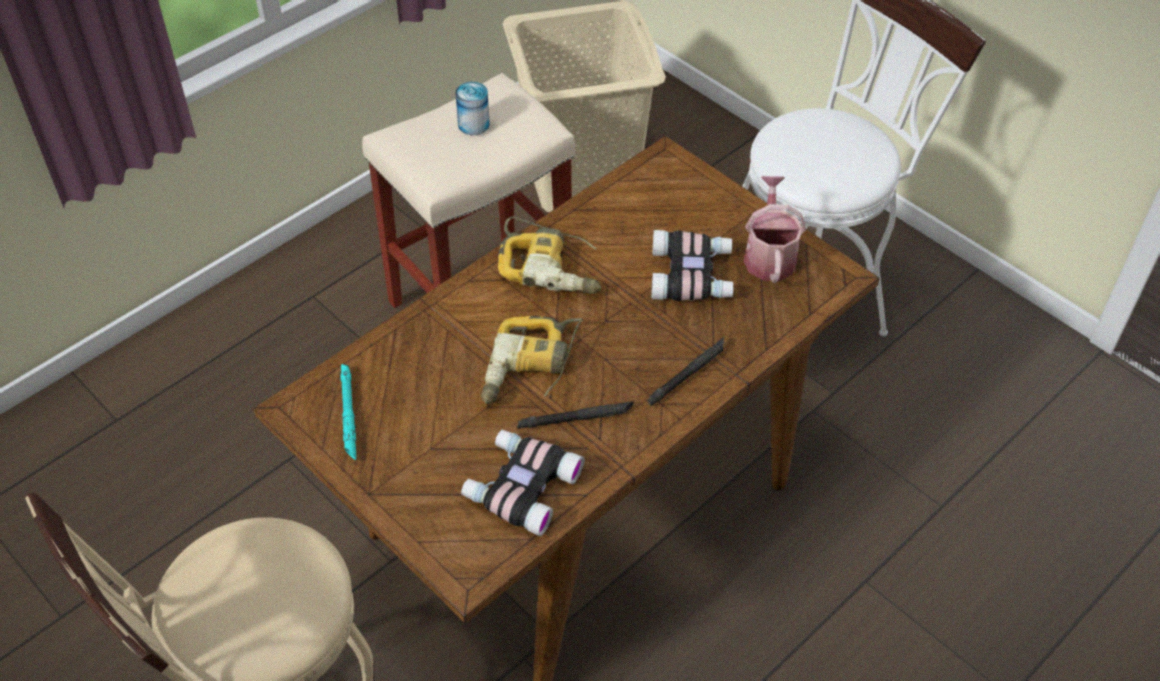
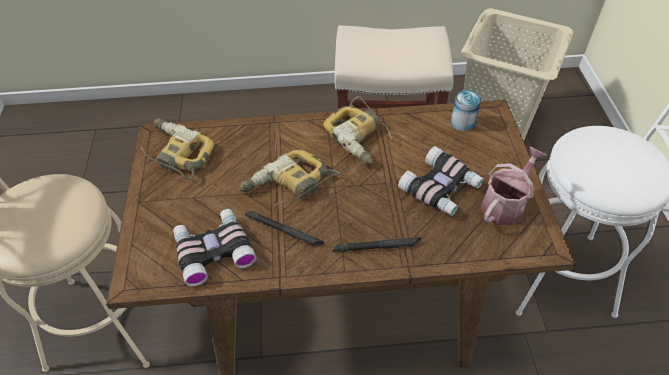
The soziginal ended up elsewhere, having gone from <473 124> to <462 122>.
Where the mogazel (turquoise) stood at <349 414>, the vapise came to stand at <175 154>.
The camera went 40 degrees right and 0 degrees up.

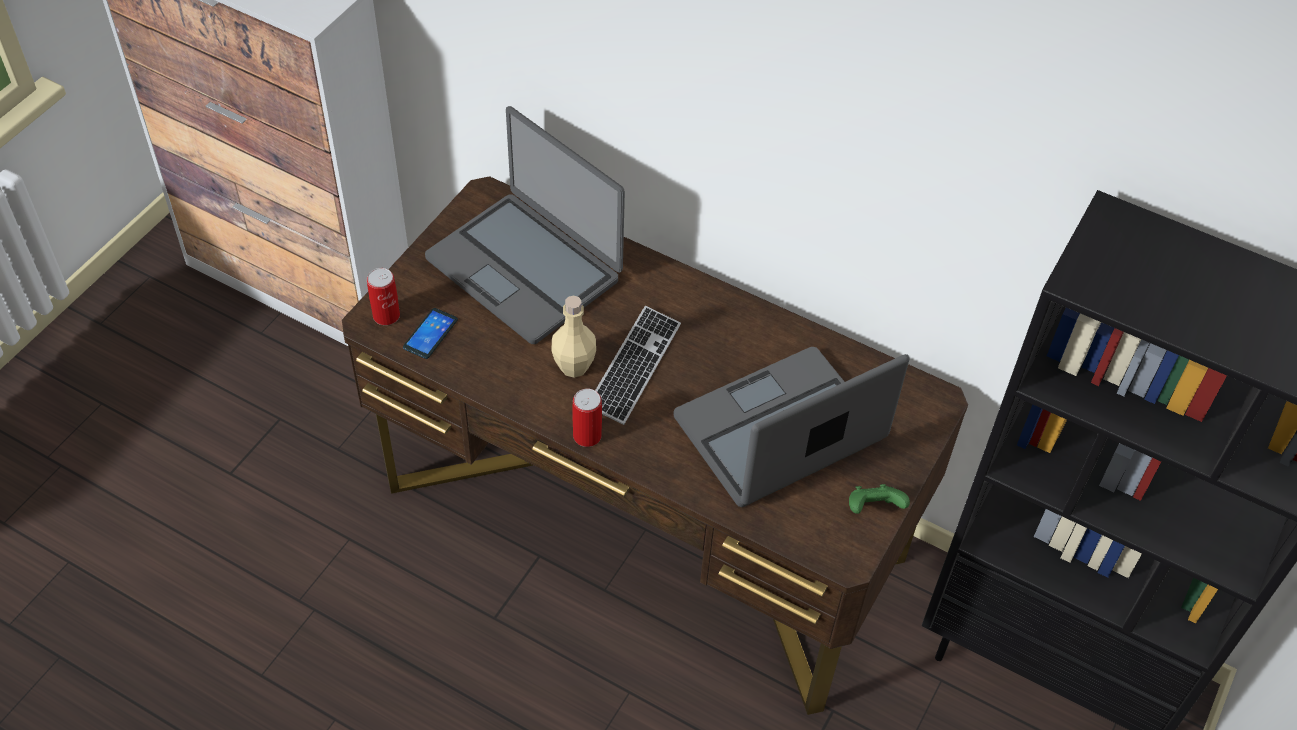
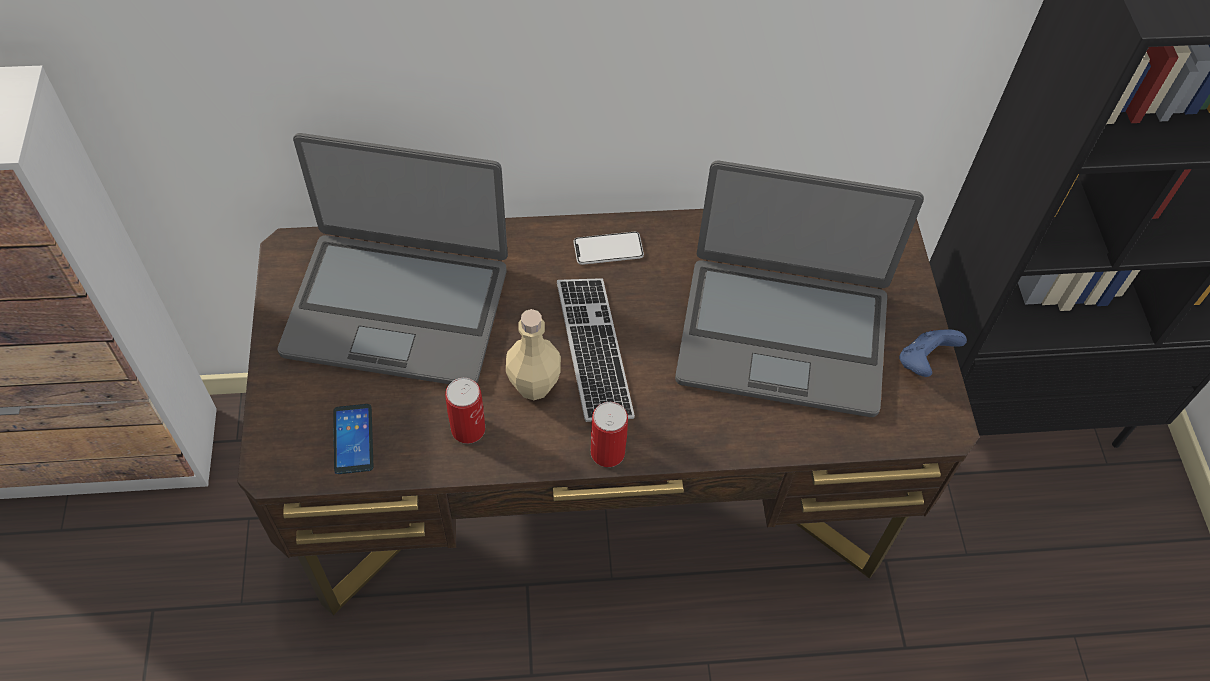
The soziginal ended up elsewhere, having gone from <386 315> to <468 429>.
The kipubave at <780 431> ended up facing another way, 105 degrees counterclockwise from before.
What was the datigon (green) at <873 509> turned into the datigon (blue) at <924 362>.
The second view gained the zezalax at <608 249>.
The camera went 35 degrees left and 5 degrees up.

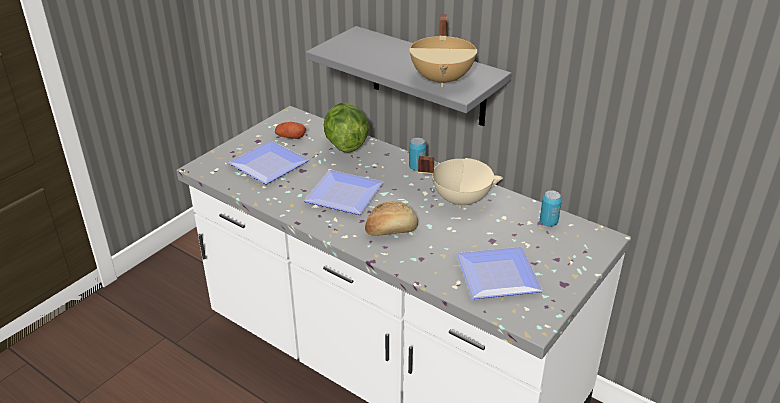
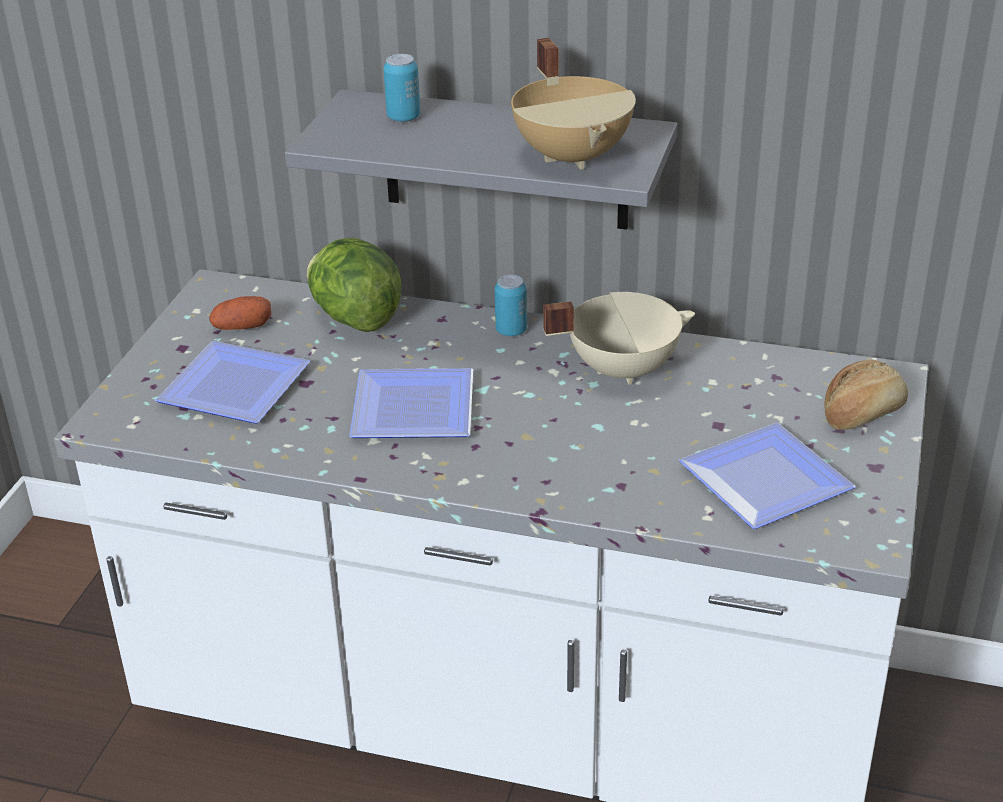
The soziginal ended up elsewhere, having gone from <548 222> to <403 117>.
The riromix ended up elsewhere, having gone from <391 230> to <862 414>.
The camera went 20 degrees left and 0 degrees up.

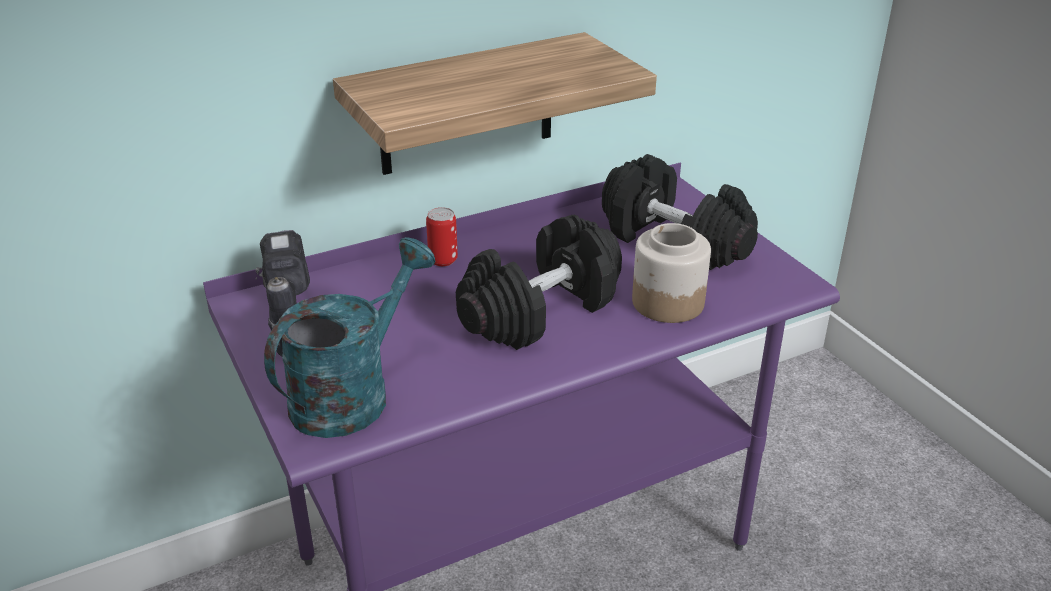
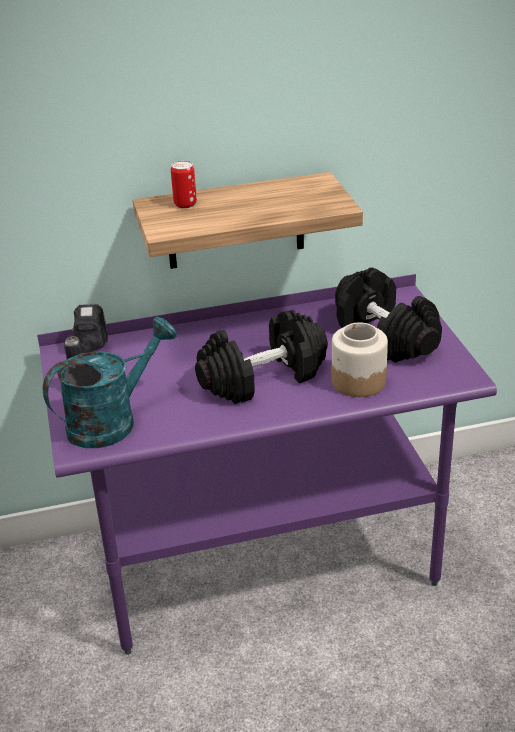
The soziginal ended up elsewhere, having gone from <443 260> to <185 204>.
The camera went 15 degrees right and 0 degrees up.

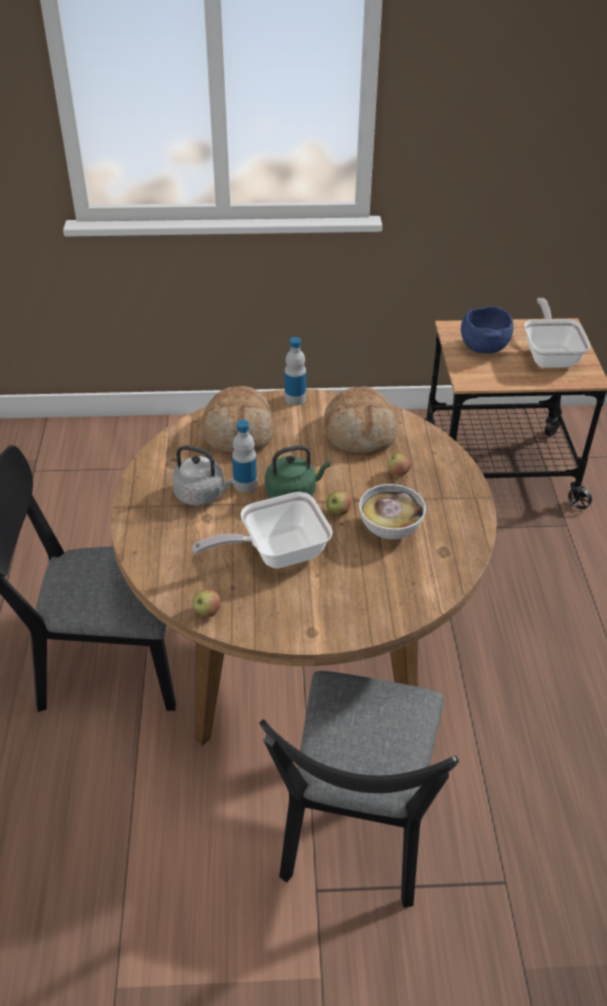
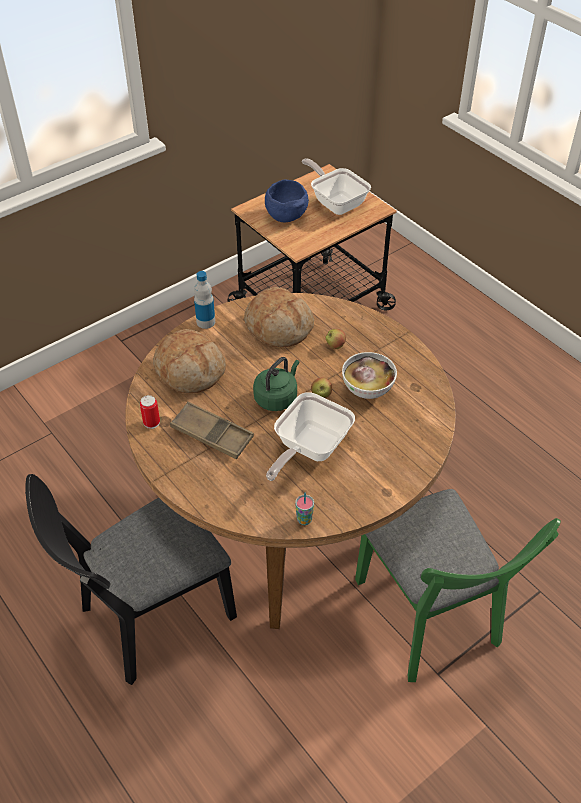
The second view lost the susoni at <245 484>.
Where the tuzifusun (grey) stood at <202 495>, the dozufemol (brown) came to stand at <212 434>.
Where the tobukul stood at <207 612>, the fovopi came to stand at <304 520>.
What was the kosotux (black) at <355 835> turned into the kosotux (green) at <431 621>.
The second view gained the soziginal at <151 422>.
The camera went 35 degrees left and 5 degrees up.

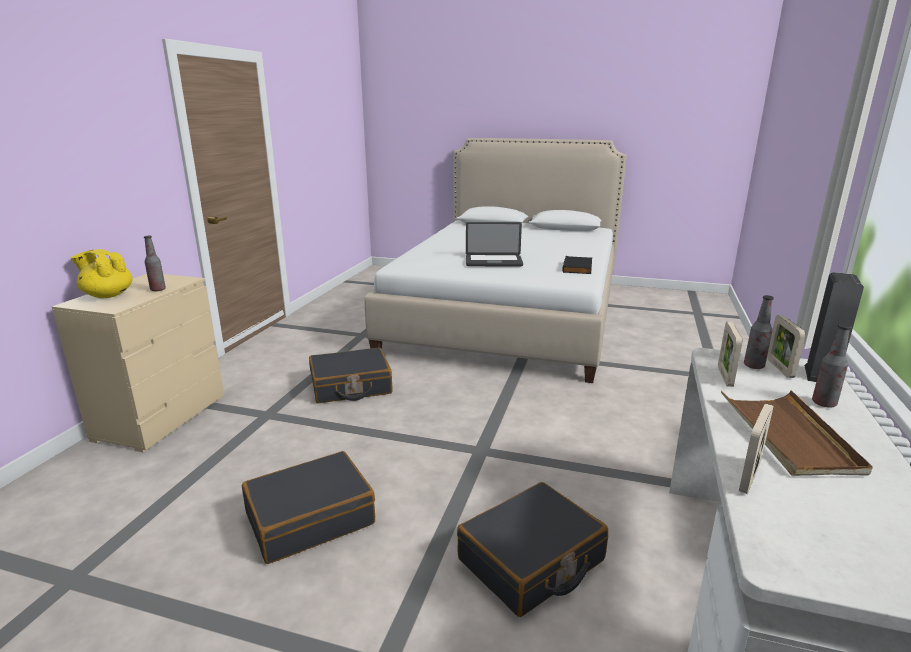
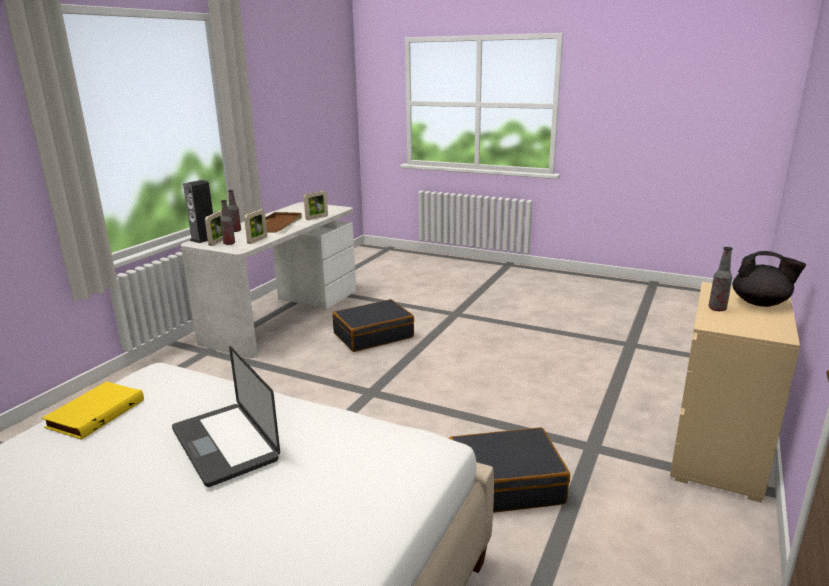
The kipubave at <493 262> ended up facing another way, 135 degrees counterclockwise from before.
What was the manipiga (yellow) at <107 295> turned into the manipiga (black) at <760 303>.
What was the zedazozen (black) at <578 268> turned into the zedazozen (yellow) at <95 413>.
The second view lost the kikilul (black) at <310 518>.
The camera went 170 degrees left and 0 degrees up.

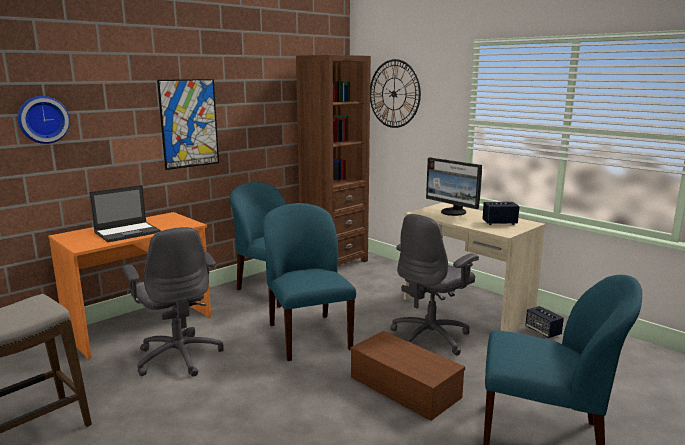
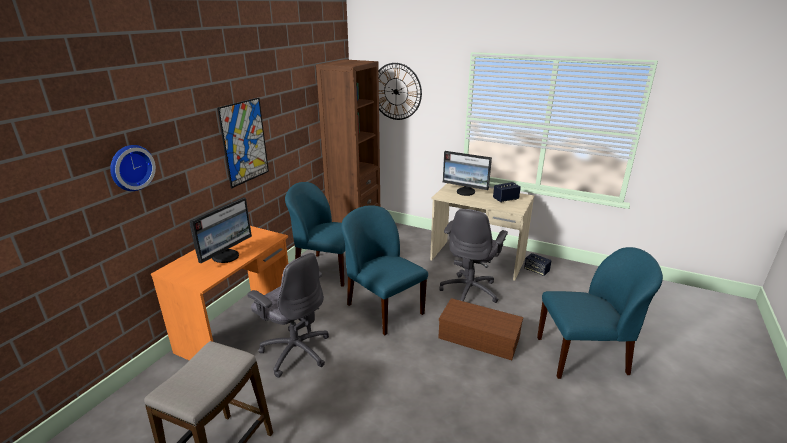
Where the kipubave stood at <128 232>, the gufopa came to stand at <226 256>.
The camera went 20 degrees left and 10 degrees up.

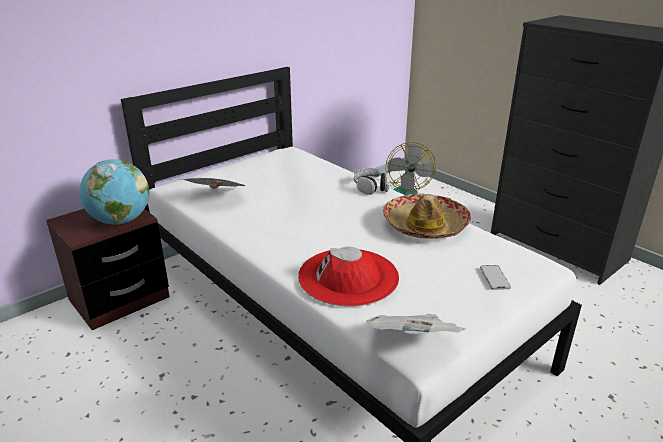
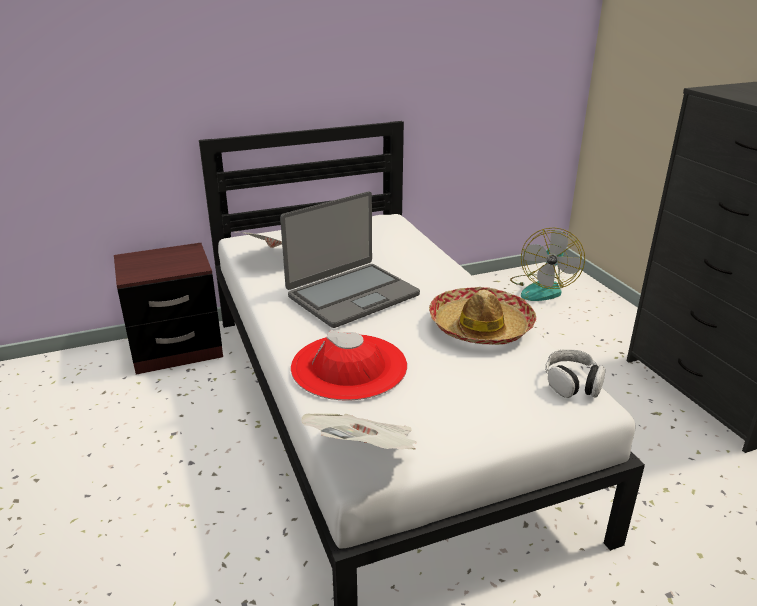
The second view lost the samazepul at <120 221>.
The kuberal ended up elsewhere, having gone from <371 187> to <573 383>.
The second view lost the zezalax at <494 278>.
The second view gained the kipubave at <352 295>.
The camera went 20 degrees right and 0 degrees up.

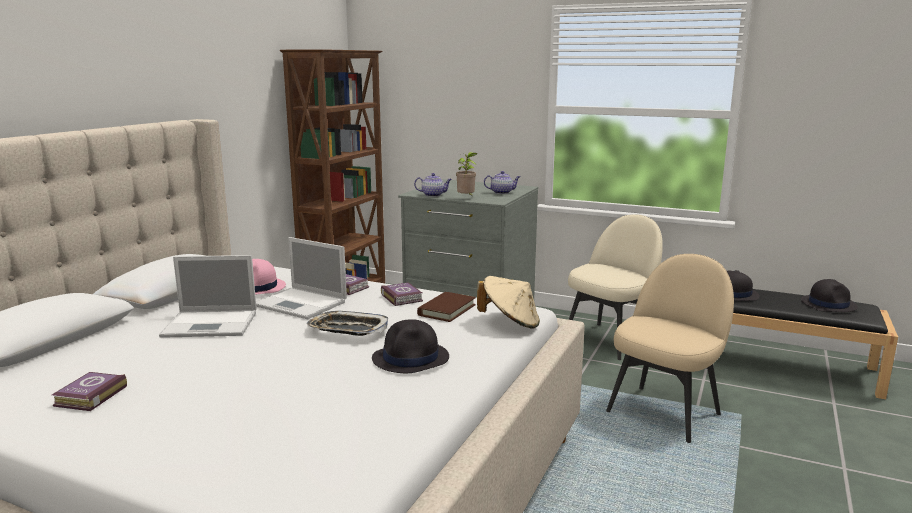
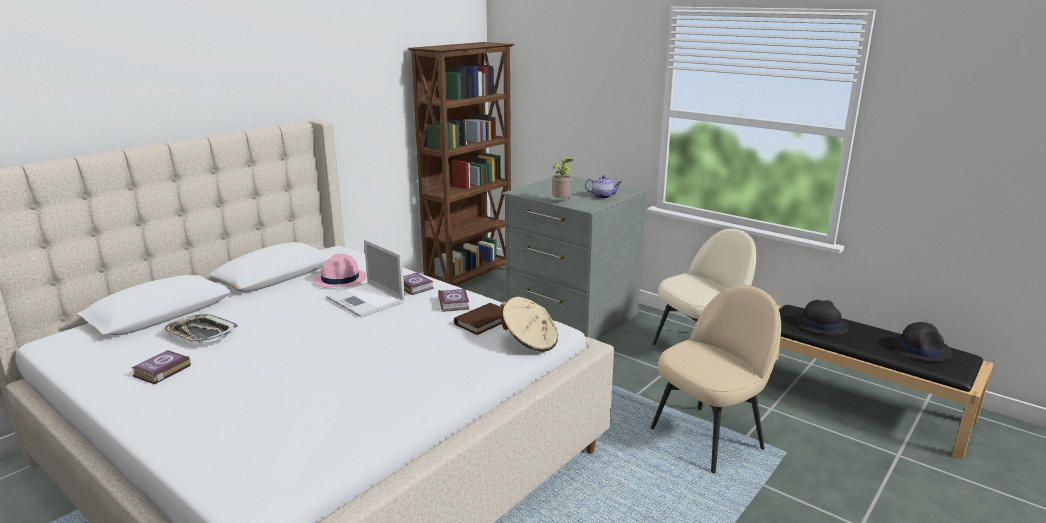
The second view lost the manipiga at <433 195>.
The second view lost the kipubave at <212 324>.
The dozufemol ended up elsewhere, having gone from <348 329> to <201 334>.
The second view lost the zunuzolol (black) at <411 358>.
The camera went 15 degrees right and 5 degrees up.

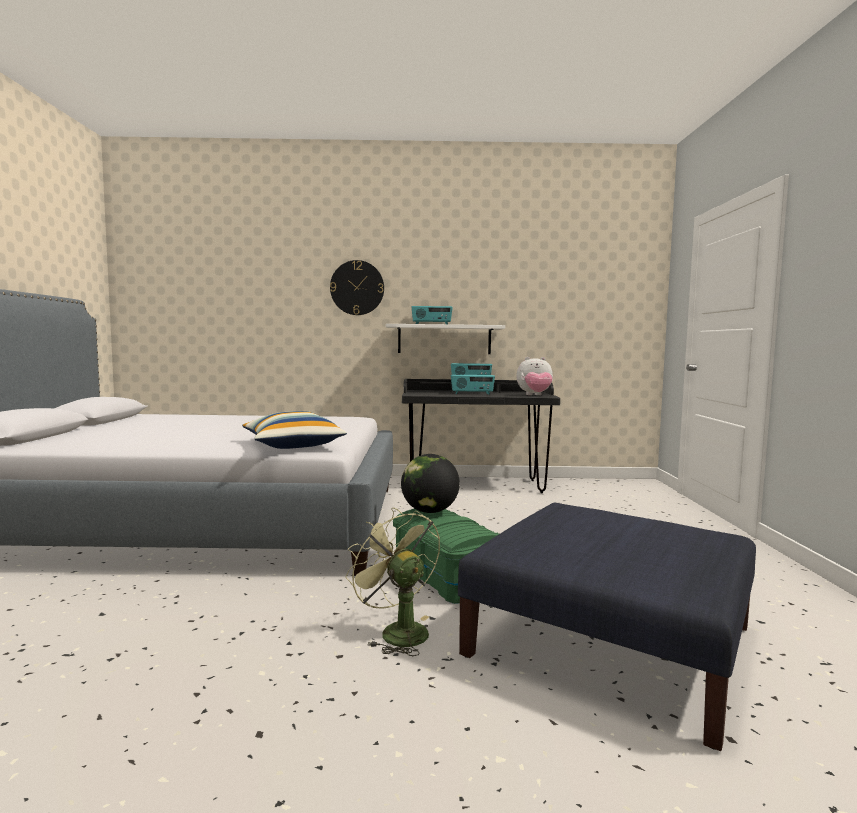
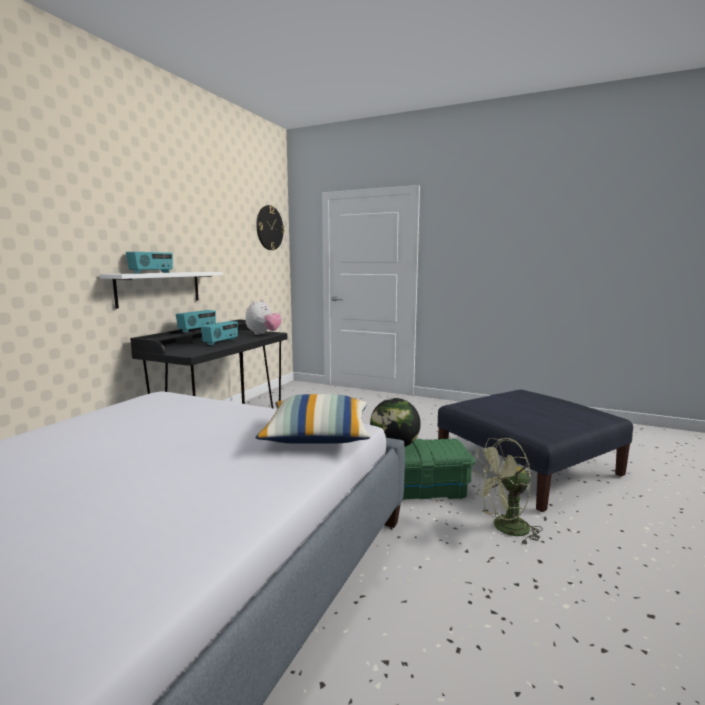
The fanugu ended up elsewhere, having gone from <357 288> to <269 228>.
The camera went 65 degrees left and 5 degrees up.

